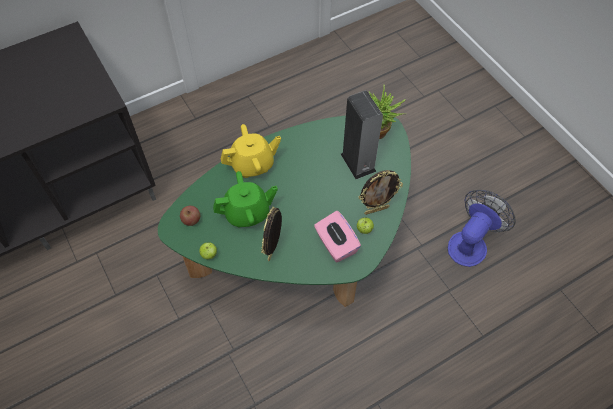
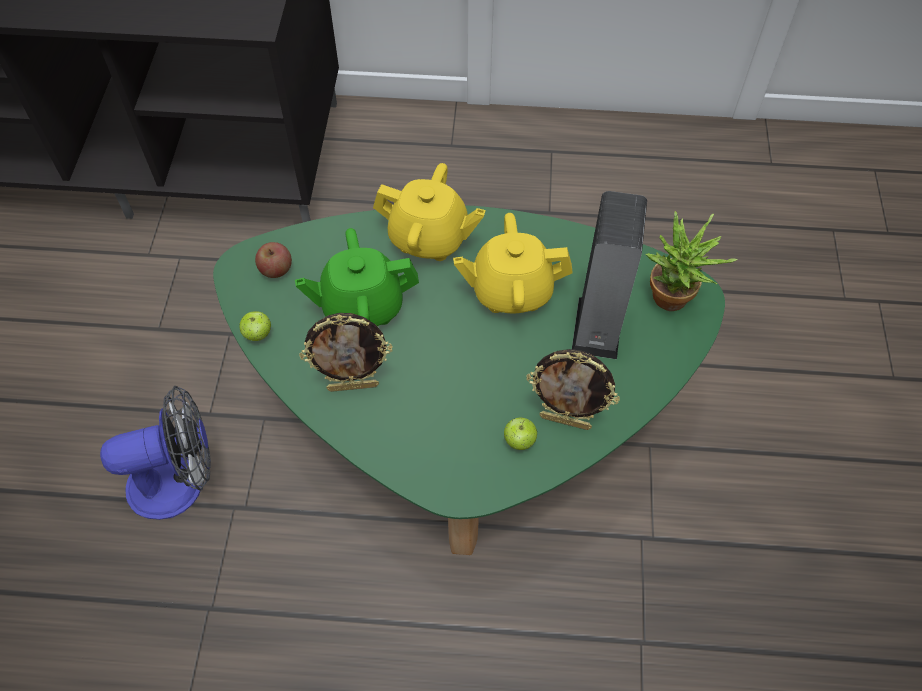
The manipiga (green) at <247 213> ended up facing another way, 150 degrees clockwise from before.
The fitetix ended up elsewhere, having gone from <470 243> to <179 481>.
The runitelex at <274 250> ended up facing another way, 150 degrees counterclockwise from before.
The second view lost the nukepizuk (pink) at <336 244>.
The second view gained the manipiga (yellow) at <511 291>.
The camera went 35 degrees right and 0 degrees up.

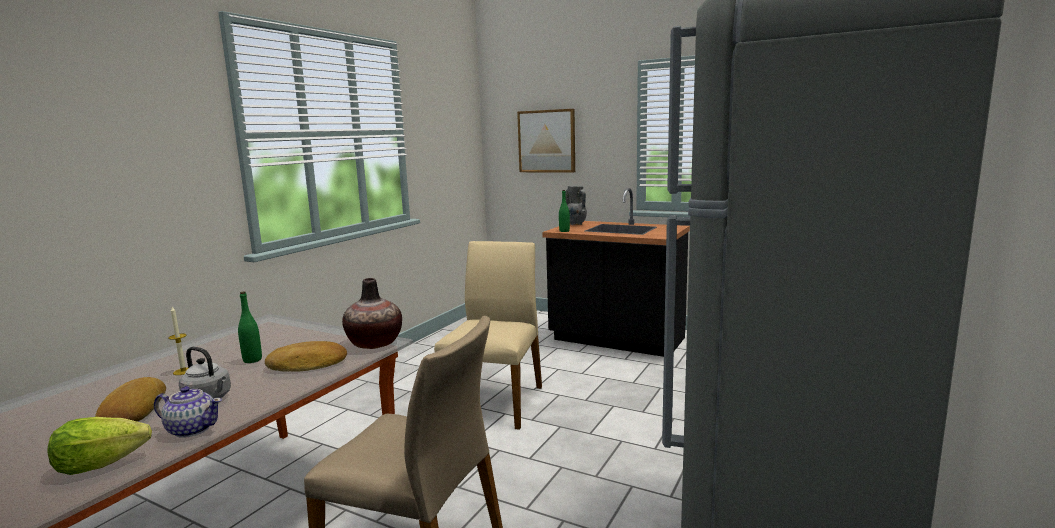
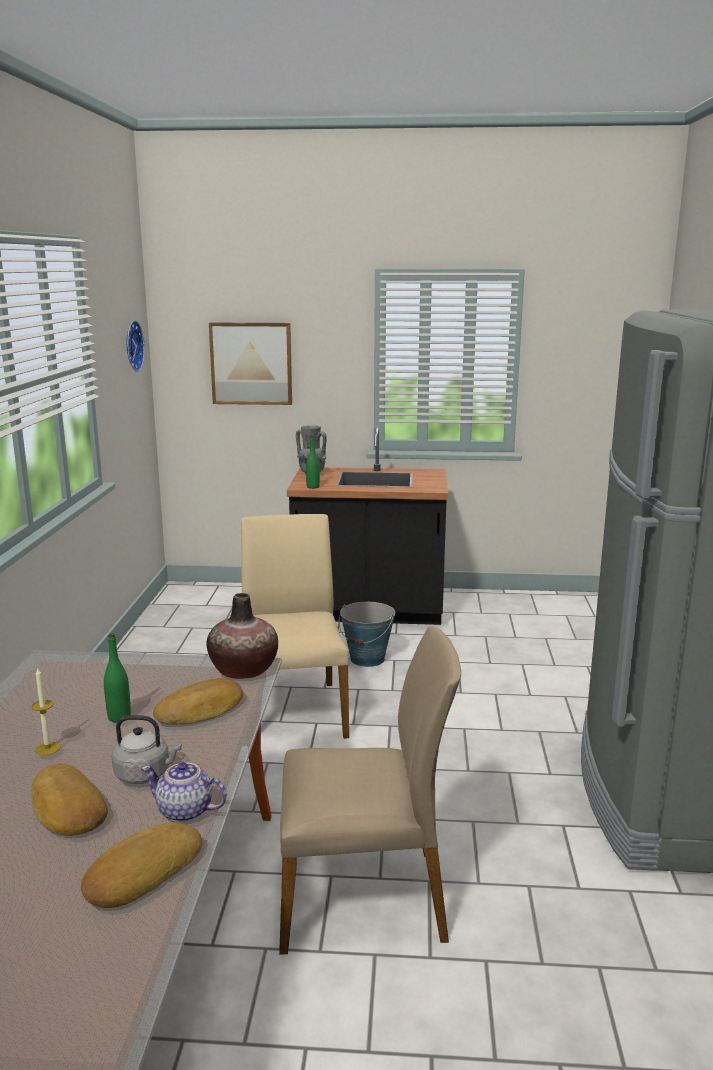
The manipiga at <192 429> ended up facing another way, 150 degrees counterclockwise from before.
Where the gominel stood at <100 465>, the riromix came to stand at <141 872>.
The second view gained the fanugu at <131 346>.
The second view gained the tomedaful at <367 659>.
The camera went 25 degrees left and 5 degrees up.

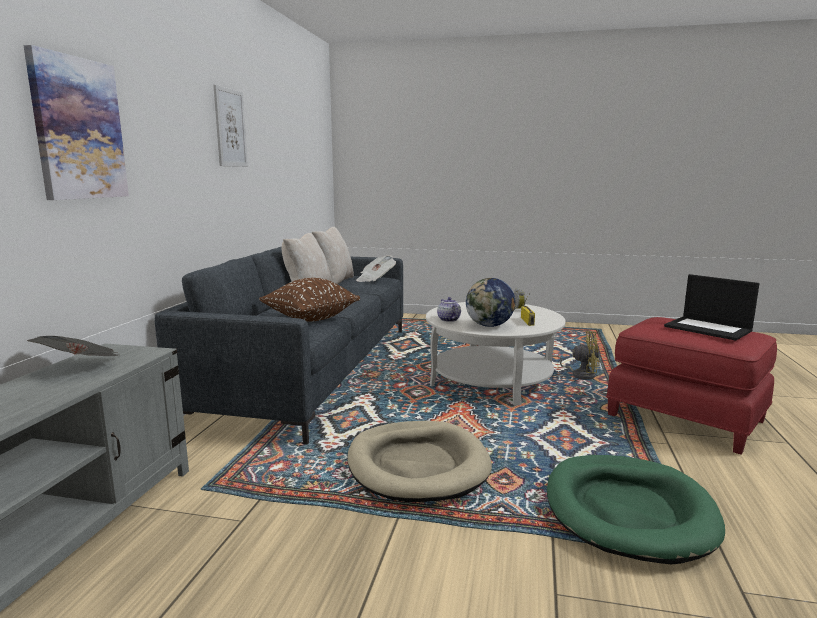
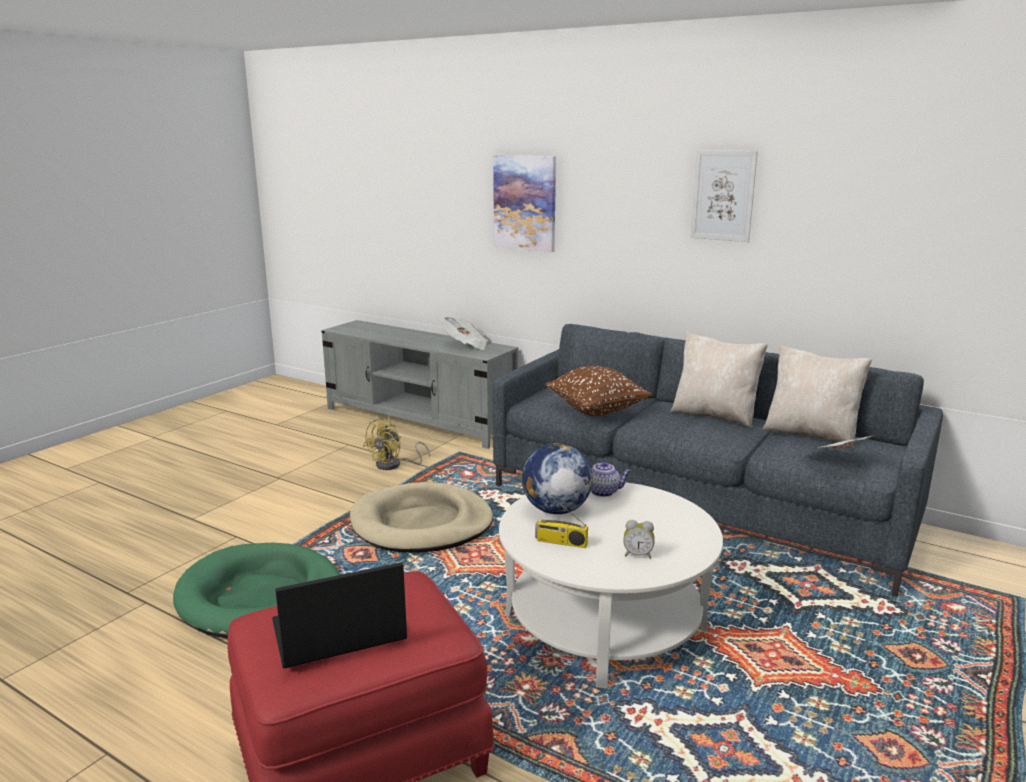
The fitetix (yellow) ended up elsewhere, having gone from <579 375> to <394 465>.
The camera went 110 degrees right and 5 degrees up.

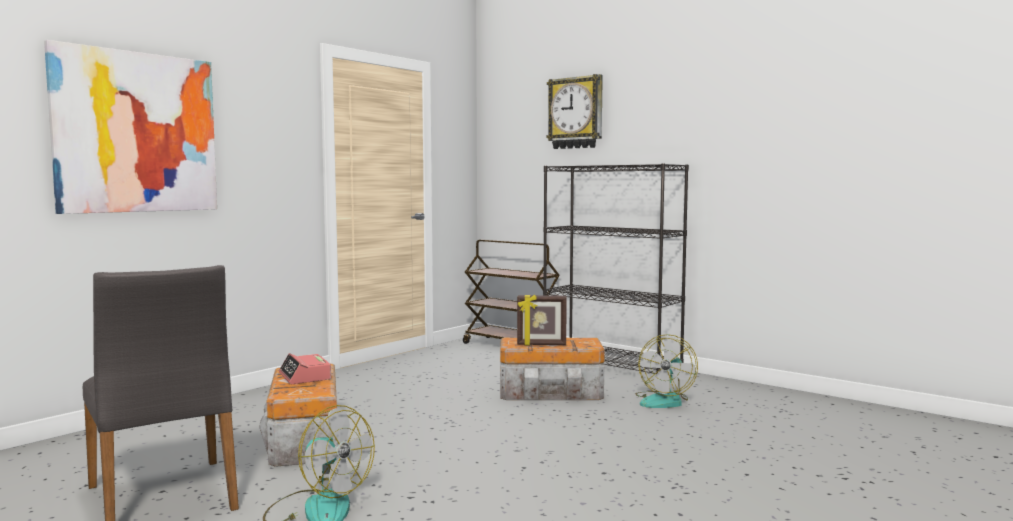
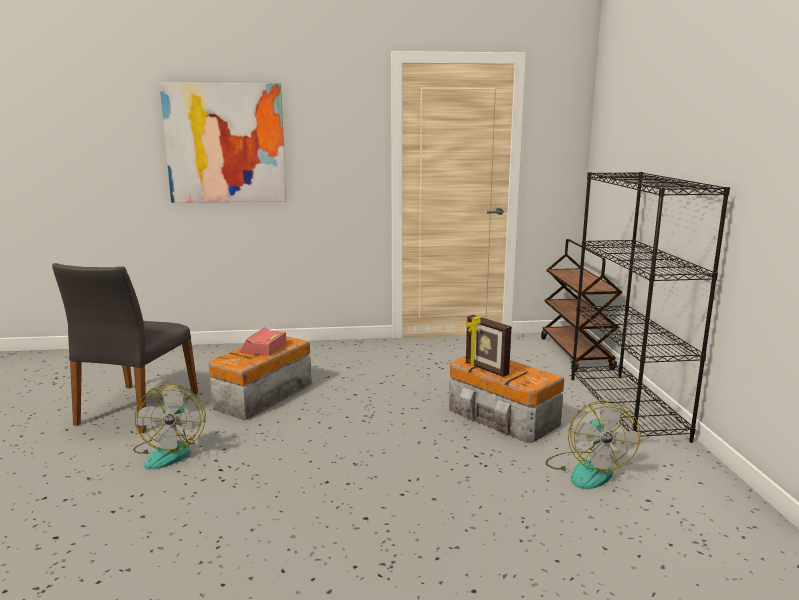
The second view lost the fanugu at <576 113>.
The fitetix at <664 401> ended up facing another way, 75 degrees counterclockwise from before.
The camera went 45 degrees right and 10 degrees up.

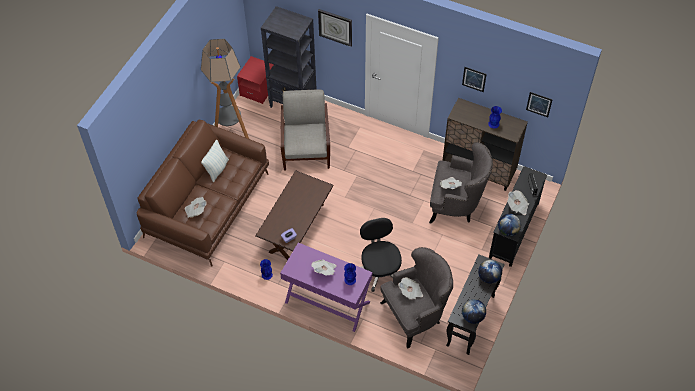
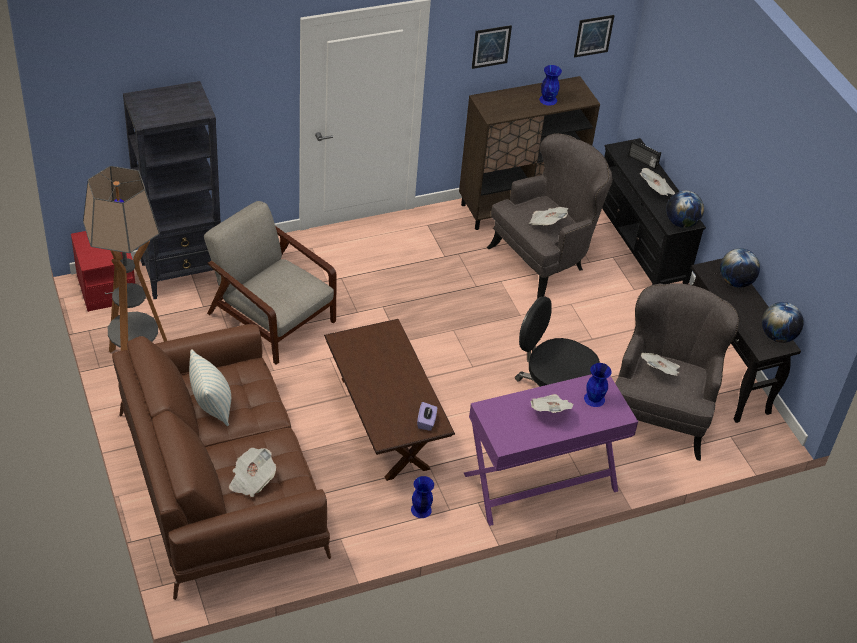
The second view lost the fanugu at <335 27>.
The camera went 50 degrees left and 10 degrees down.

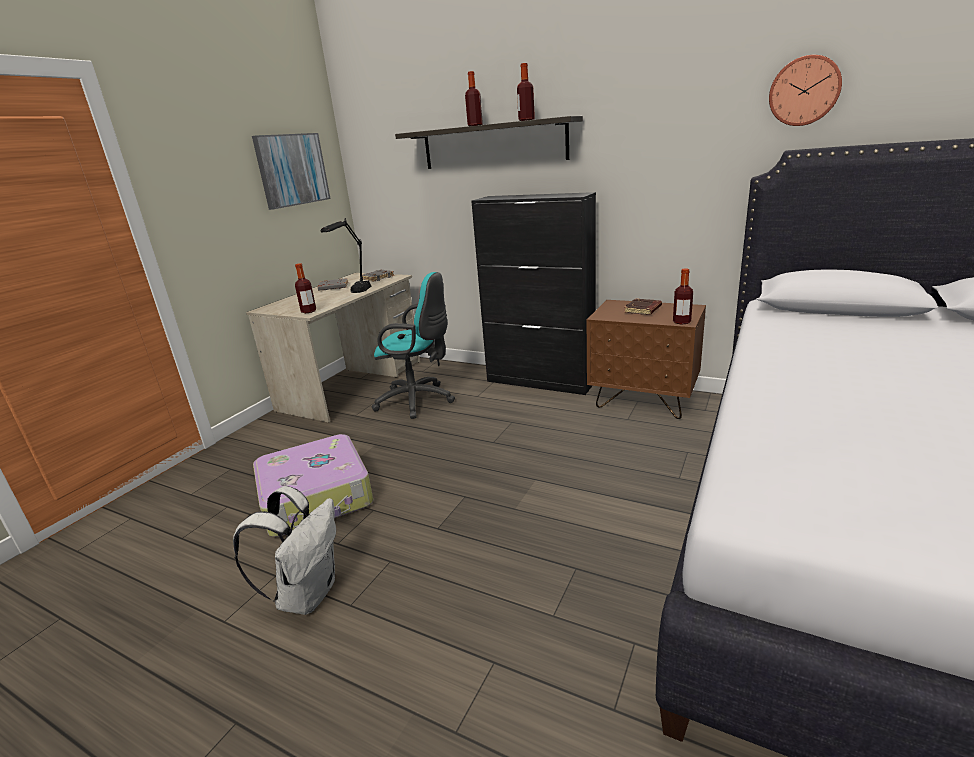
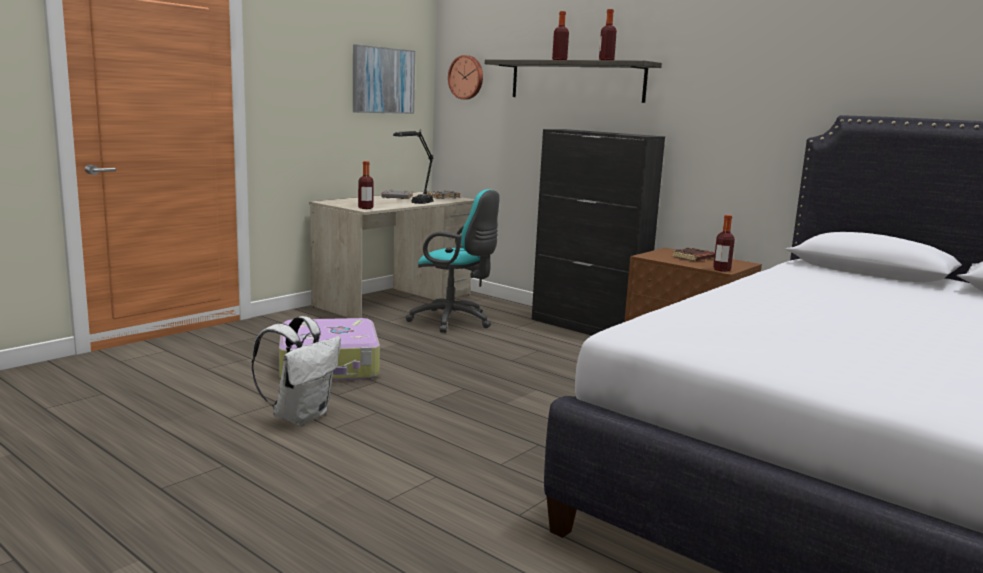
The fanugu ended up elsewhere, having gone from <804 91> to <466 77>.
The camera went 10 degrees right and 10 degrees down.

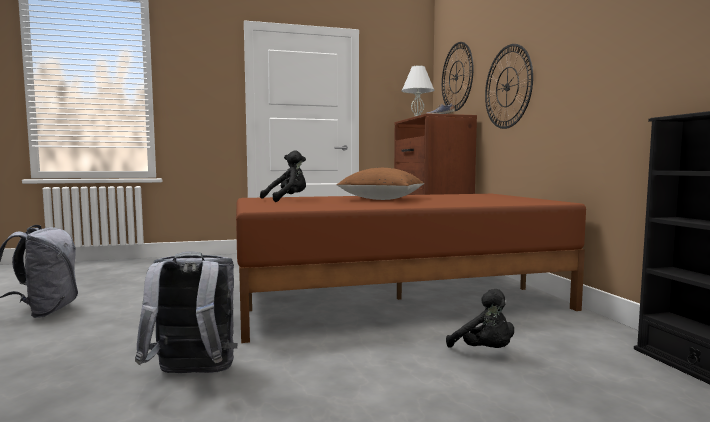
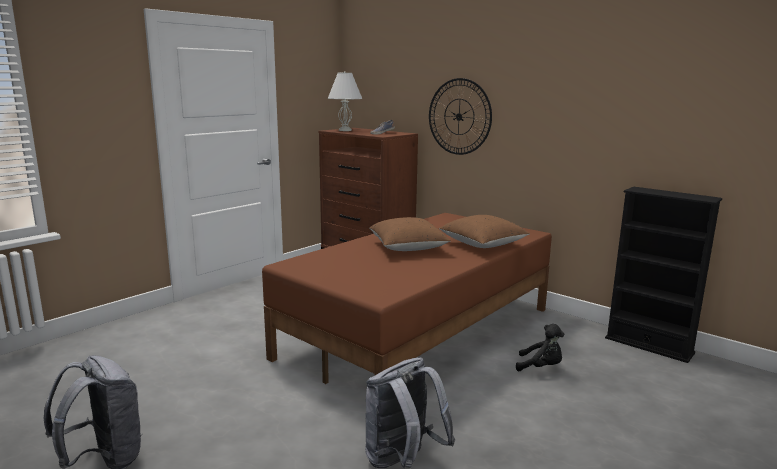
The second view lost the fanugu at <456 77>.
The second view lost the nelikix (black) at <287 200>.
The second view gained the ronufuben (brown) at <482 244>.
The camera went 35 degrees left and 10 degrees up.

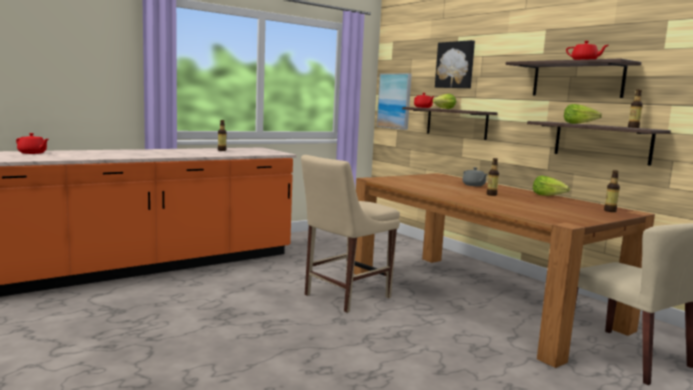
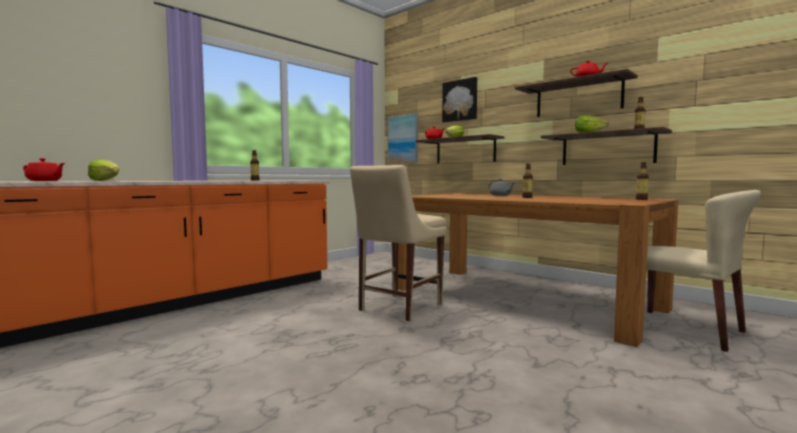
The gominel ended up elsewhere, having gone from <548 196> to <106 181>.
The camera went 10 degrees left and 5 degrees down.

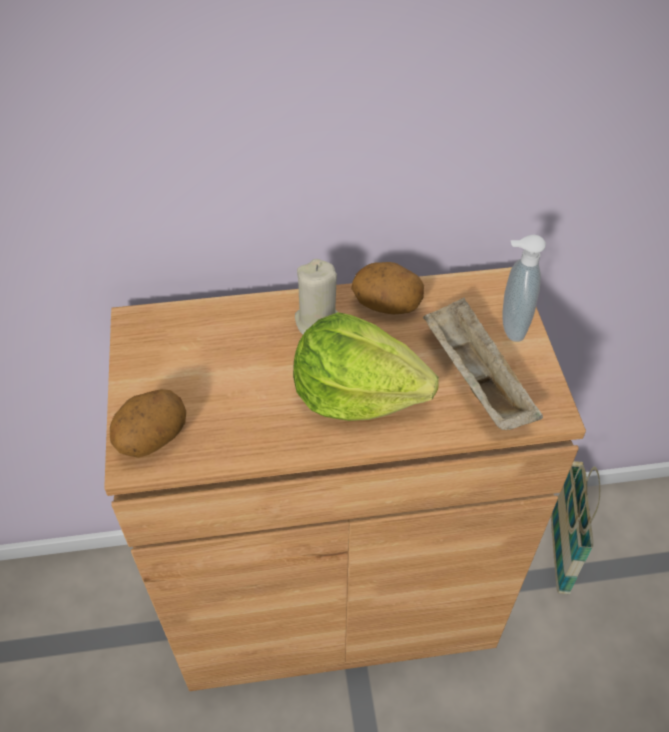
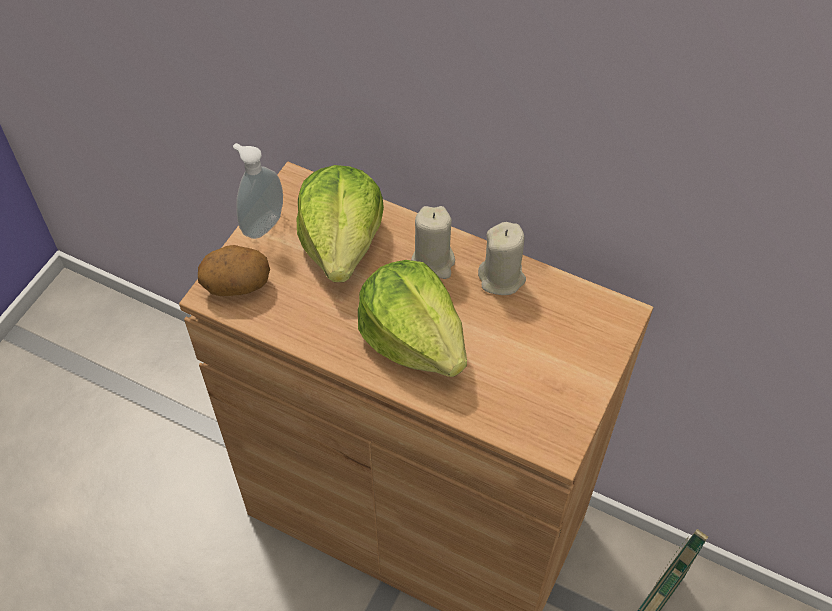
The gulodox ended up elsewhere, having gone from <509 326> to <261 224>.
Where the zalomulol stood at <387 305>, the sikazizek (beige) came to stand at <502 278>.
The second view lost the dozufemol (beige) at <474 379>.
The second view gained the gominel at <342 242>.
The camera went 35 degrees right and 5 degrees up.

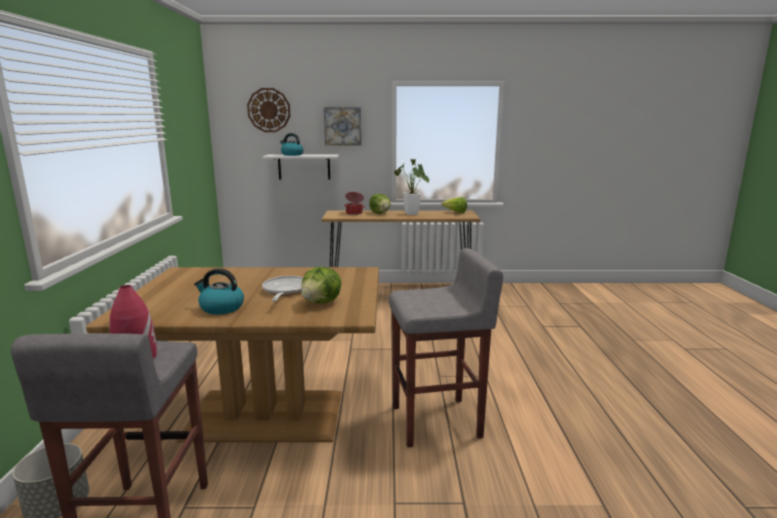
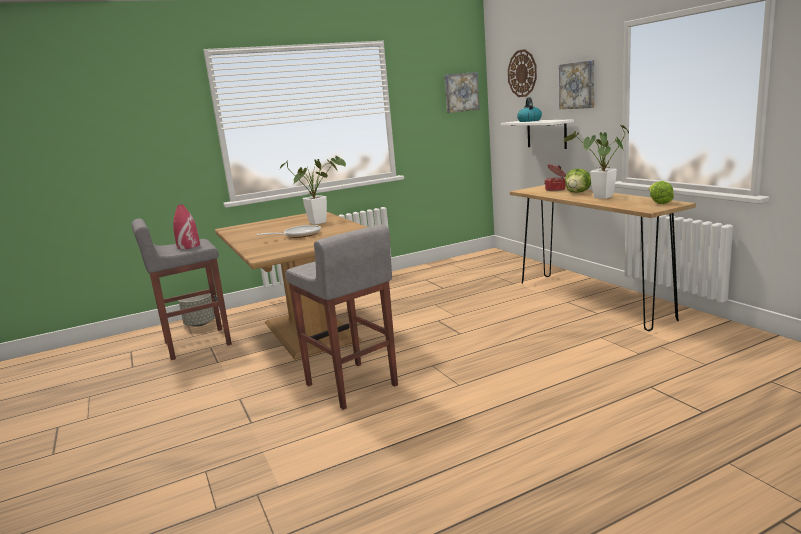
The second view lost the gominel at <322 302>.
The second view lost the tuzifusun at <221 308>.
The second view gained the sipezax at <461 92>.
The second view gained the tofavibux at <321 222>.
The camera went 65 degrees right and 0 degrees up.

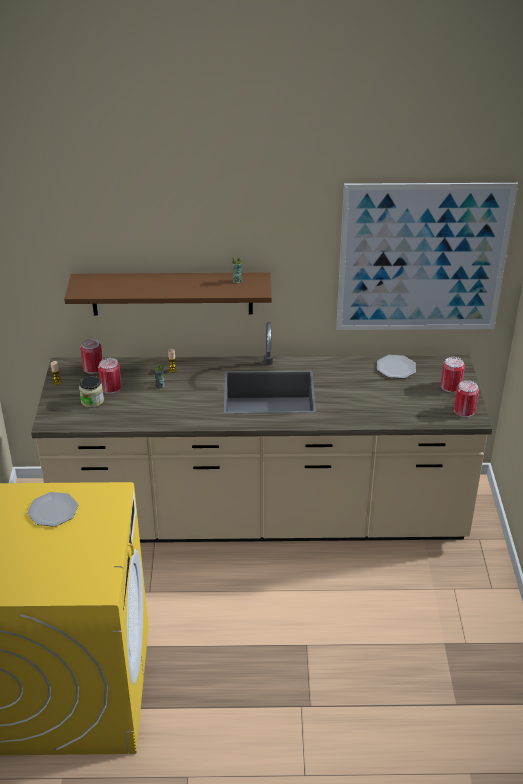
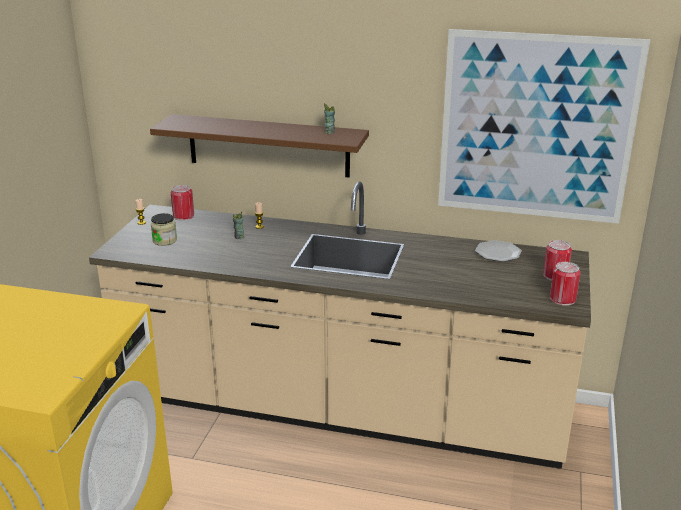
The second view lost the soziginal at <111 387>.
The second view lost the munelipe at <53 511>.
The camera went 15 degrees right and 10 degrees down.

